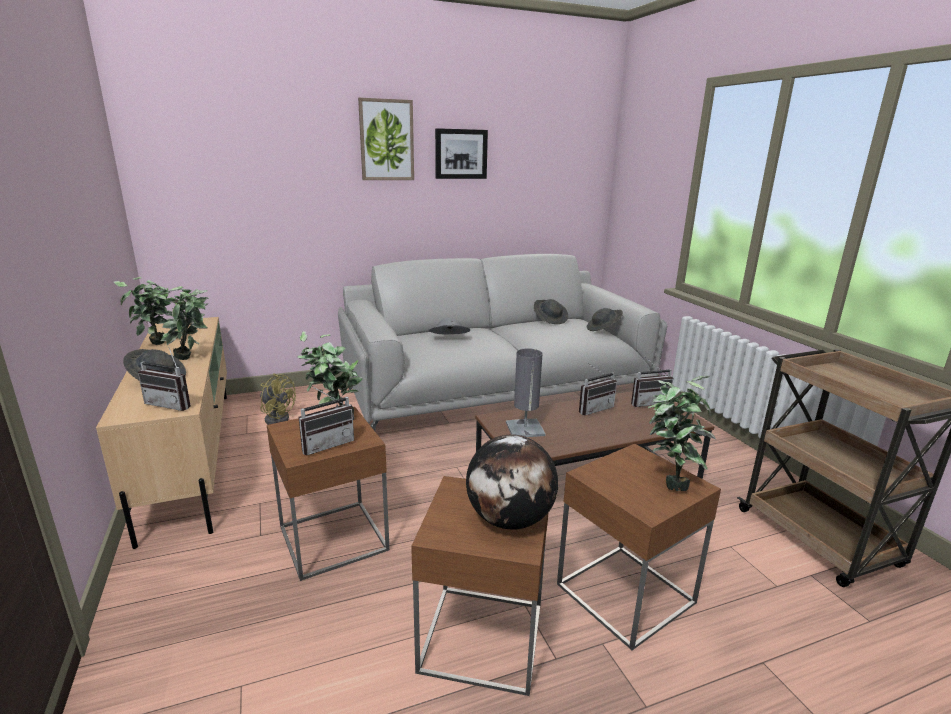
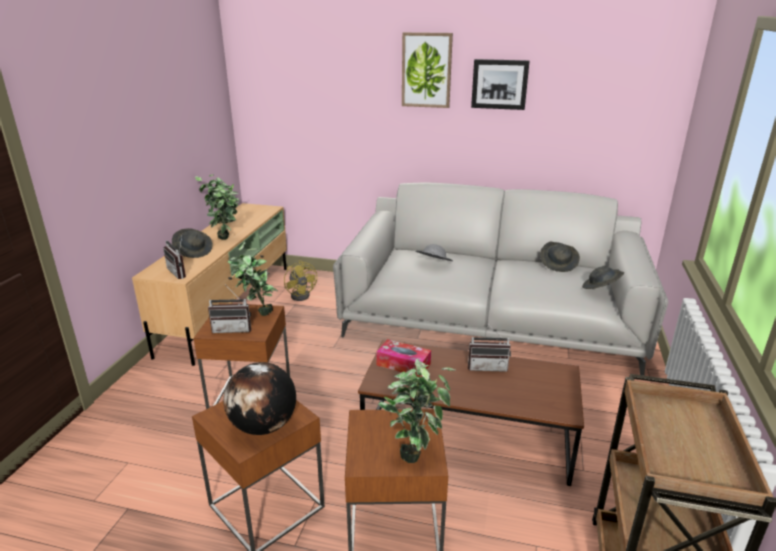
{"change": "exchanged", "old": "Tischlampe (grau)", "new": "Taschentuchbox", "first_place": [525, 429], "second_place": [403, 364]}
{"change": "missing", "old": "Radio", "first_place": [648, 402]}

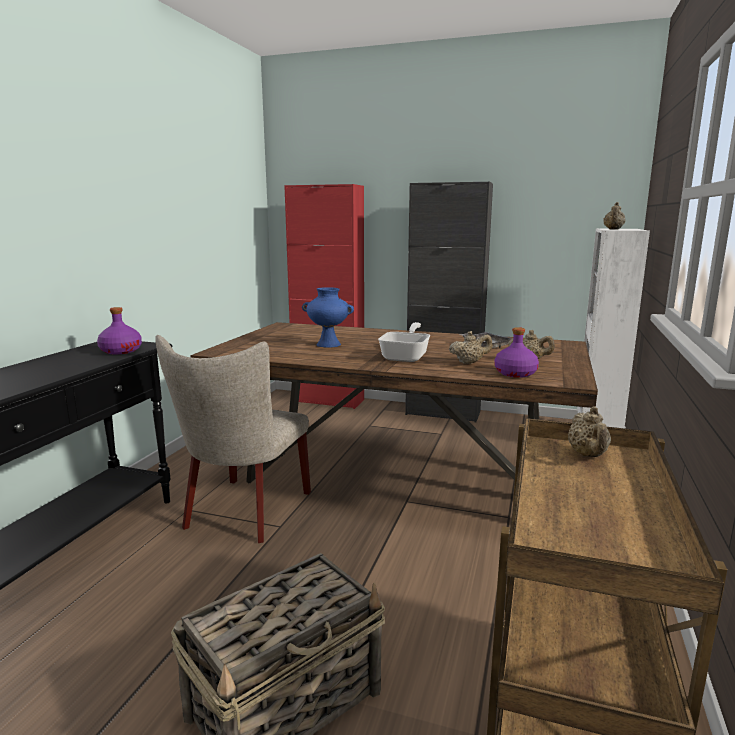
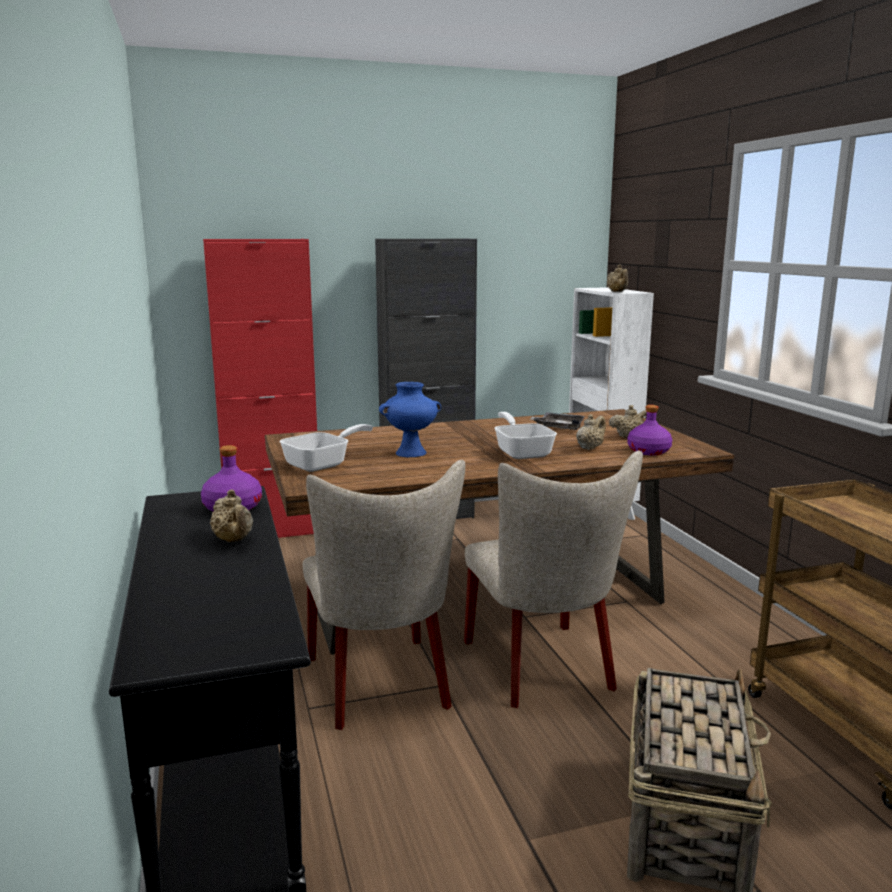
{"change": "relocated", "old": "Teekanne (beige)", "first_place": [588, 455], "second_place": [234, 540]}
{"change": "appeared", "new": "Pfanne", "second_place": [323, 464]}
{"change": "appeared", "new": "Stuhl (beige)", "second_place": [543, 669]}

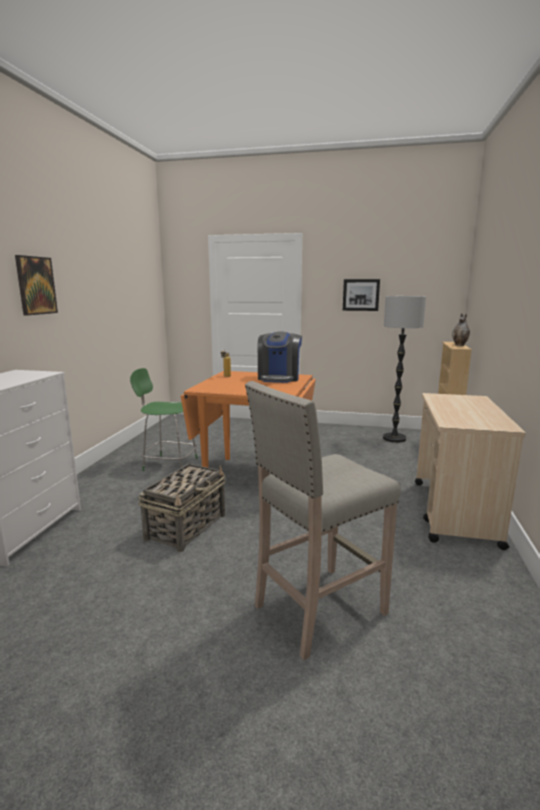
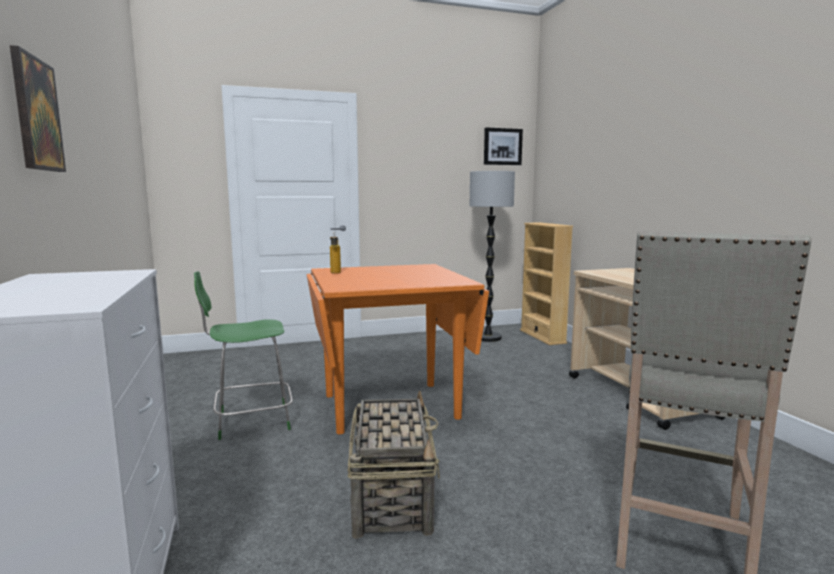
{"change": "missing", "old": "Kaffeemaschine", "first_place": [279, 378]}
{"change": "relocated", "old": "Bild", "first_place": [361, 295], "second_place": [502, 146]}
{"change": "missing", "old": "Vase", "first_place": [460, 345]}

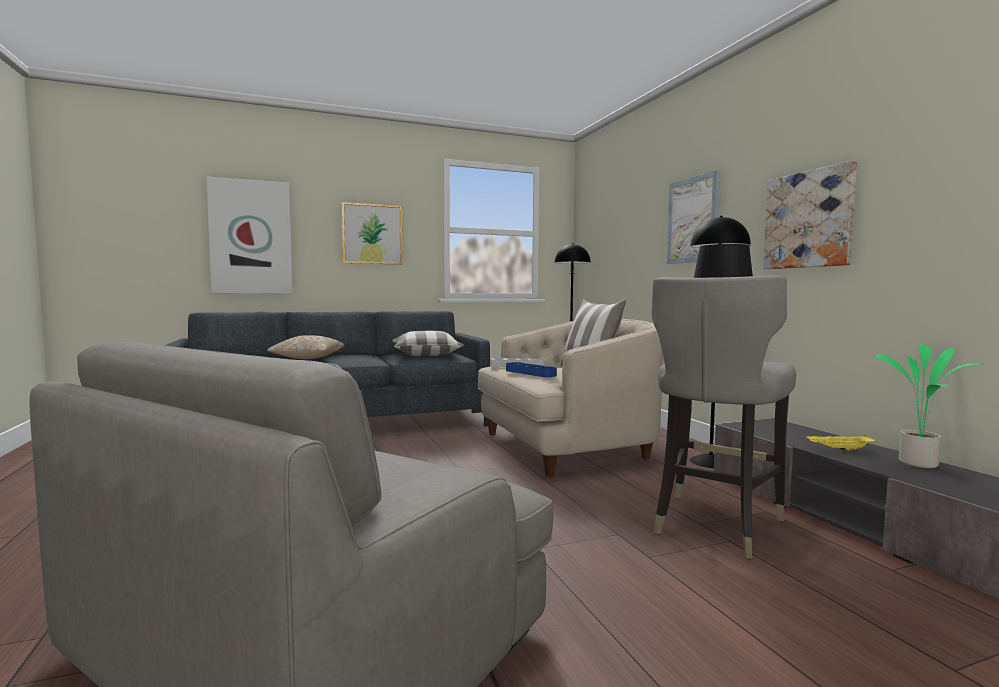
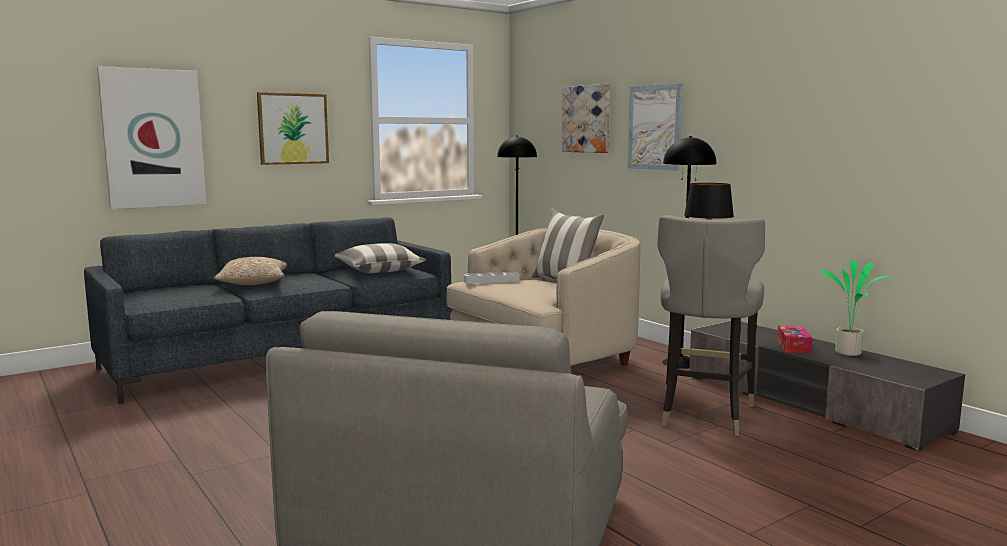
{"change": "missing", "old": "Tablett (blau)", "first_place": [530, 373]}
{"change": "relocated", "old": "Bild", "first_place": [808, 220], "second_place": [587, 119]}
{"change": "exchanged", "old": "Tablett (gelb)", "new": "Taschentuchbox", "first_place": [840, 450], "second_place": [793, 346]}

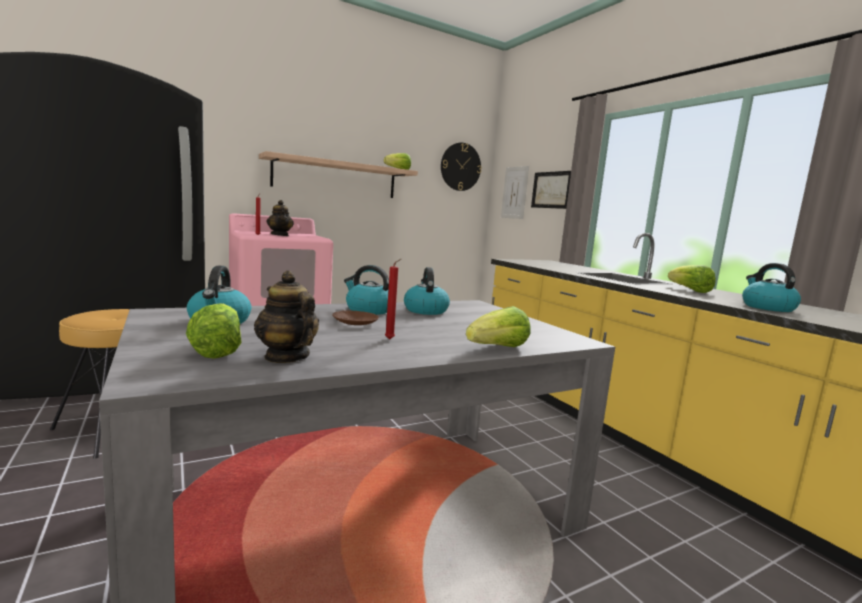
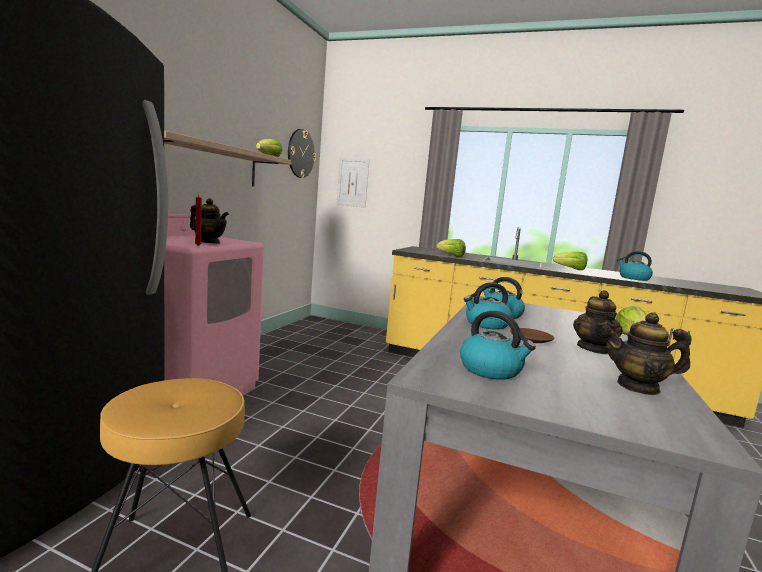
{"change": "relocated", "old": "Salatkopf", "first_place": [218, 350], "second_place": [451, 255]}
{"change": "exchanged", "old": "Kerze (rot)", "new": "Teekanne", "first_place": [391, 339], "second_place": [593, 349]}
{"change": "missing", "old": "Bild", "first_place": [551, 190]}

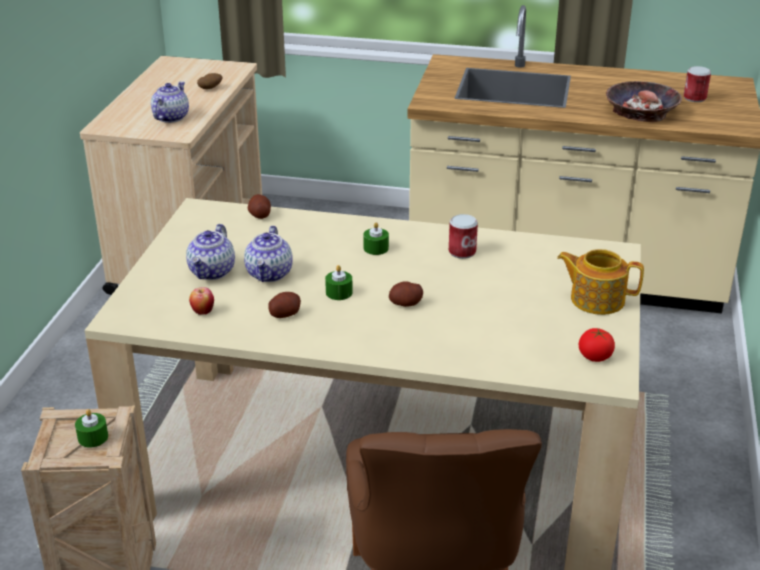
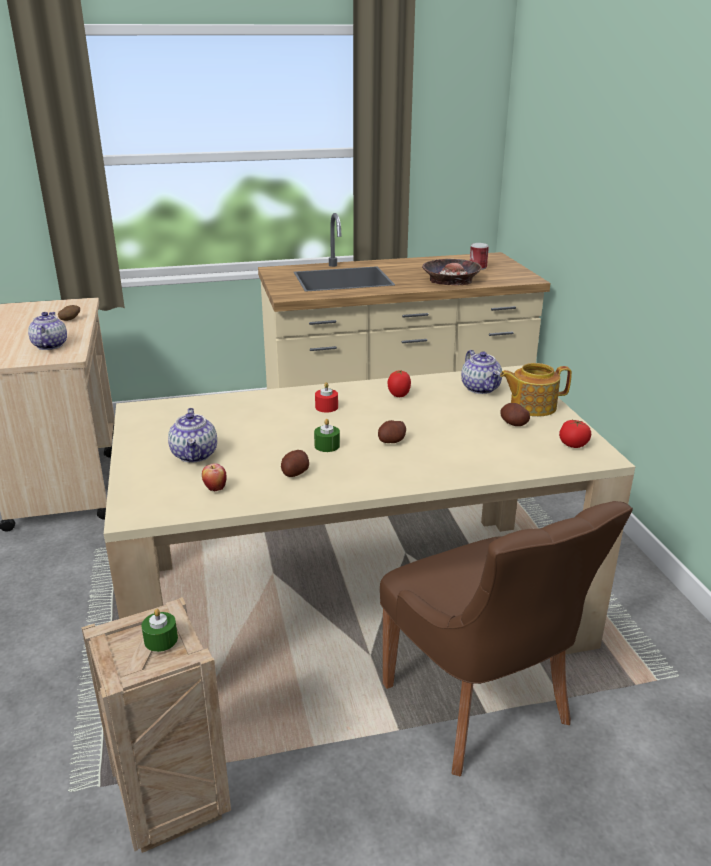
{"change": "relocated", "old": "Teekanne", "first_place": [270, 274], "second_place": [481, 388]}
{"change": "relocated", "old": "Kartoffel", "first_place": [260, 215], "second_place": [513, 423]}
{"change": "colour", "old": "Kerze (grün)", "new": "Kerze (rot)", "first_place": [376, 248], "second_place": [326, 407]}
{"change": "exchanged", "old": "Dose", "new": "Tomate", "first_place": [462, 252], "second_place": [399, 396]}

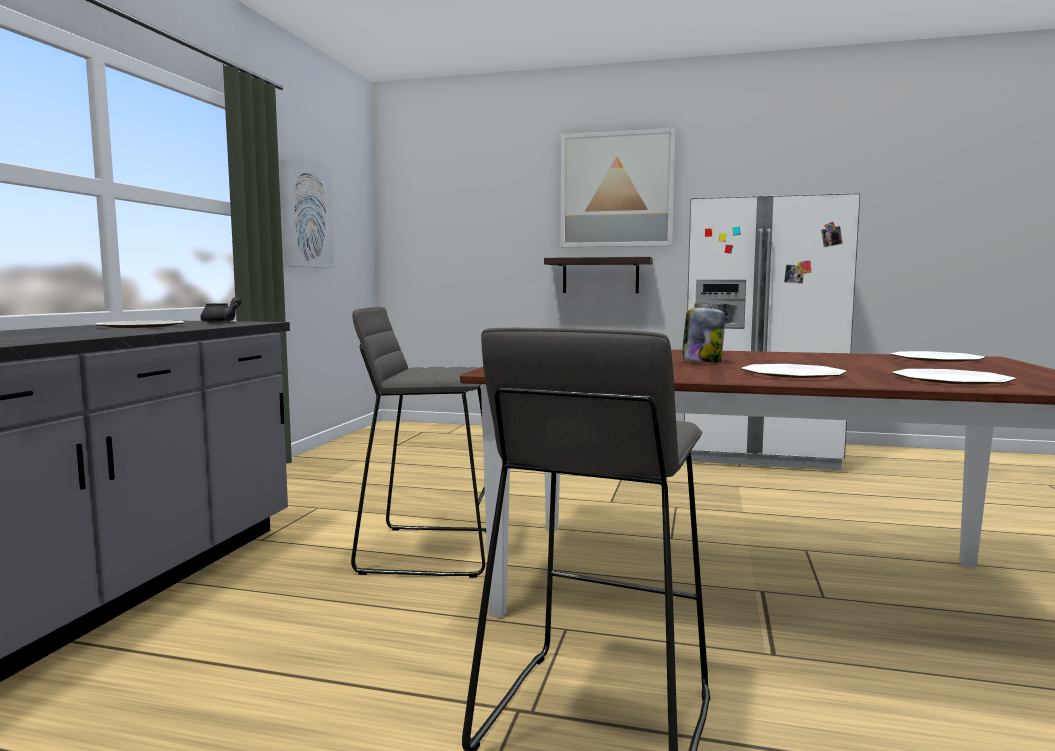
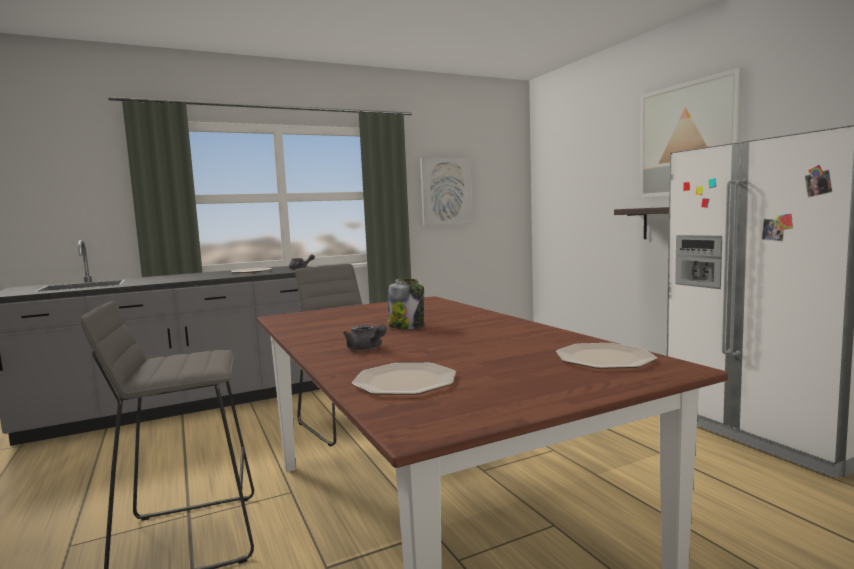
{"change": "exchanged", "old": "Teller", "new": "Teekanne (grau)", "first_place": [792, 374], "second_place": [366, 349]}

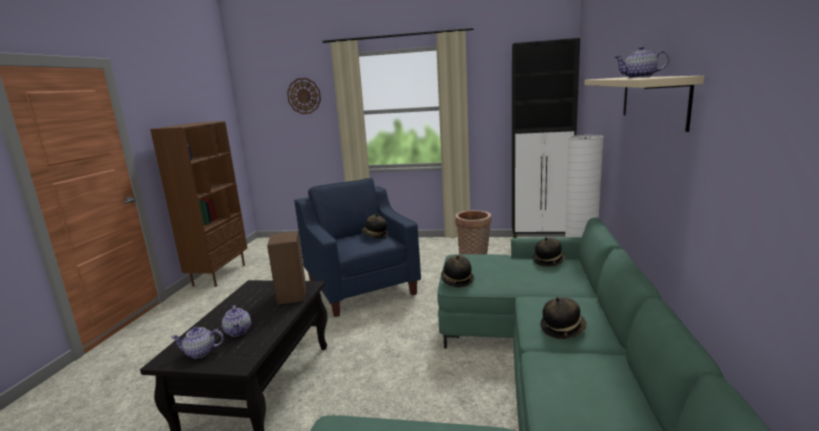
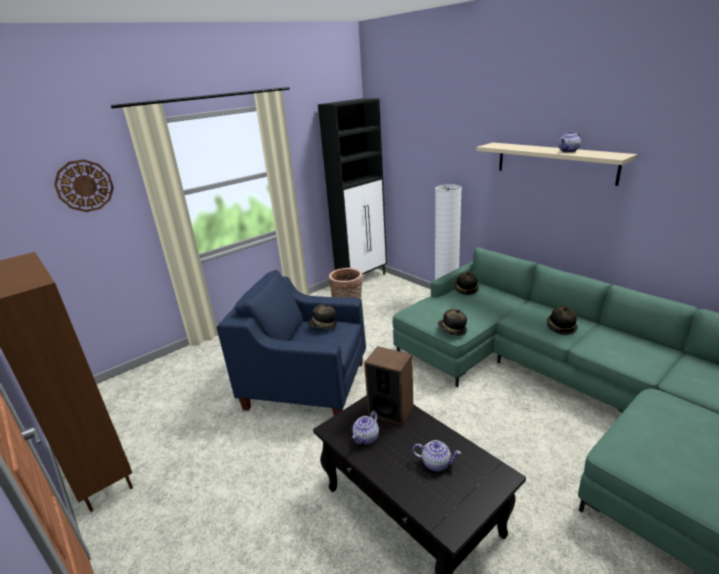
{"change": "relocated", "old": "Teekanne", "first_place": [200, 353], "second_place": [366, 438]}

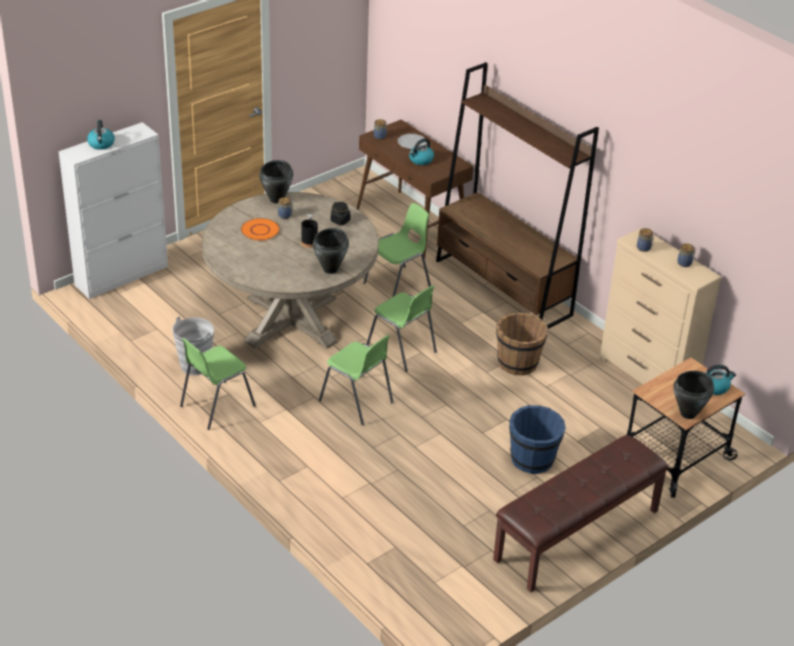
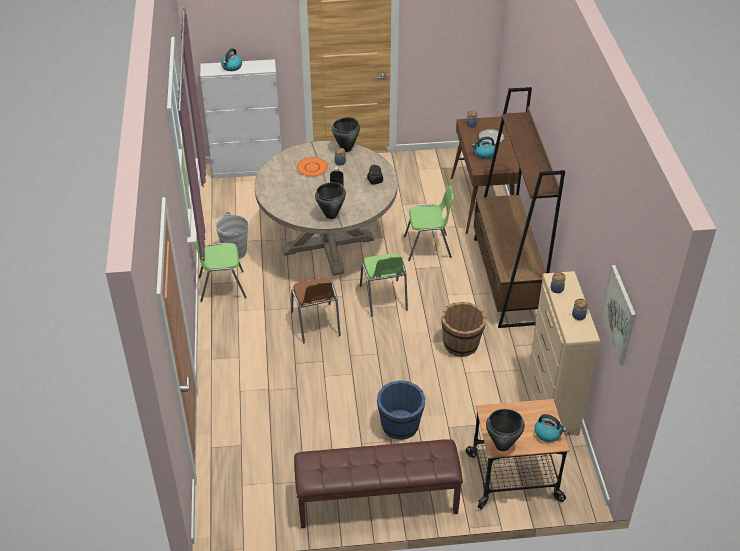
{"change": "colour", "old": "Stuhl (grün)", "new": "Stuhl (braun)", "first_place": [357, 402], "second_place": [316, 324]}
{"change": "appeared", "new": "Bild", "second_place": [619, 314]}

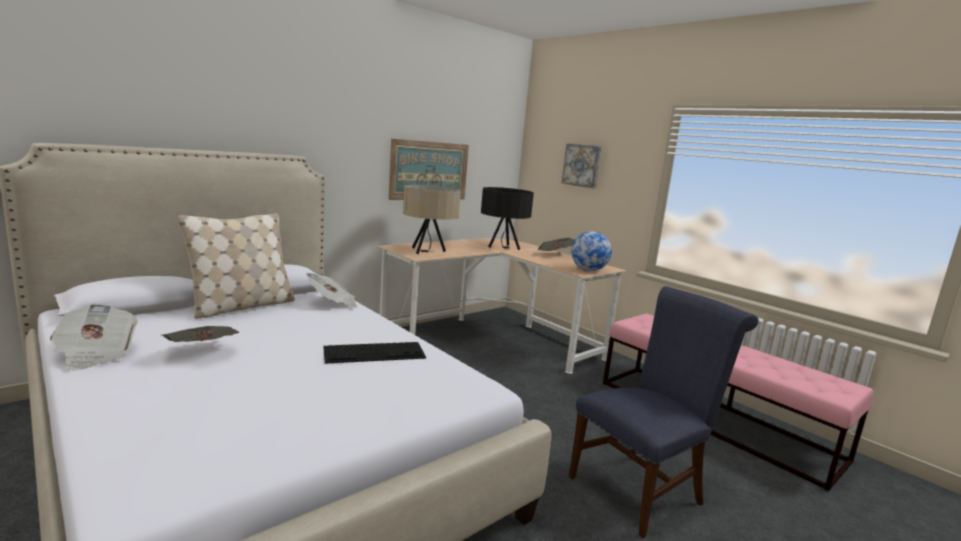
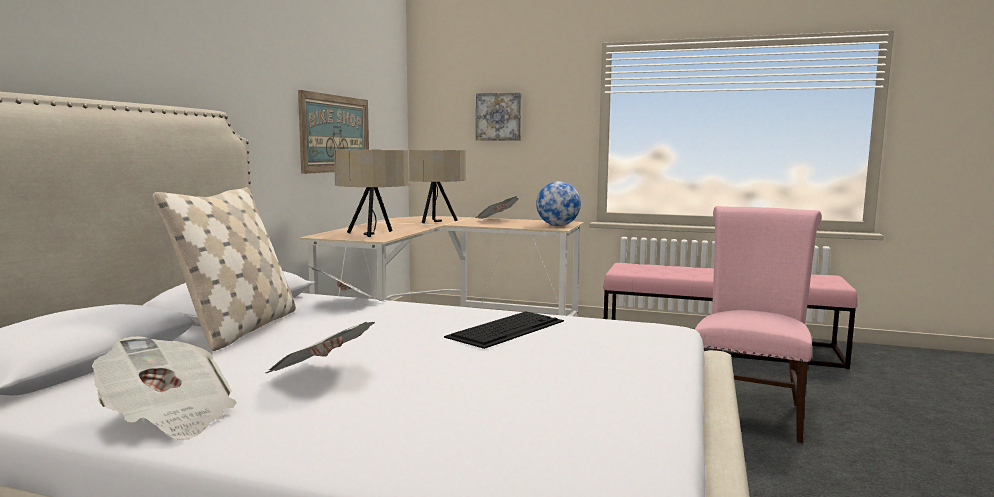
{"change": "colour", "old": "Tischlampe (schwarz)", "new": "Tischlampe (beige)", "first_place": [502, 248], "second_place": [434, 222]}
{"change": "colour", "old": "Stuhl (blau)", "new": "Stuhl (rosa)", "first_place": [641, 488], "second_place": [749, 410]}

